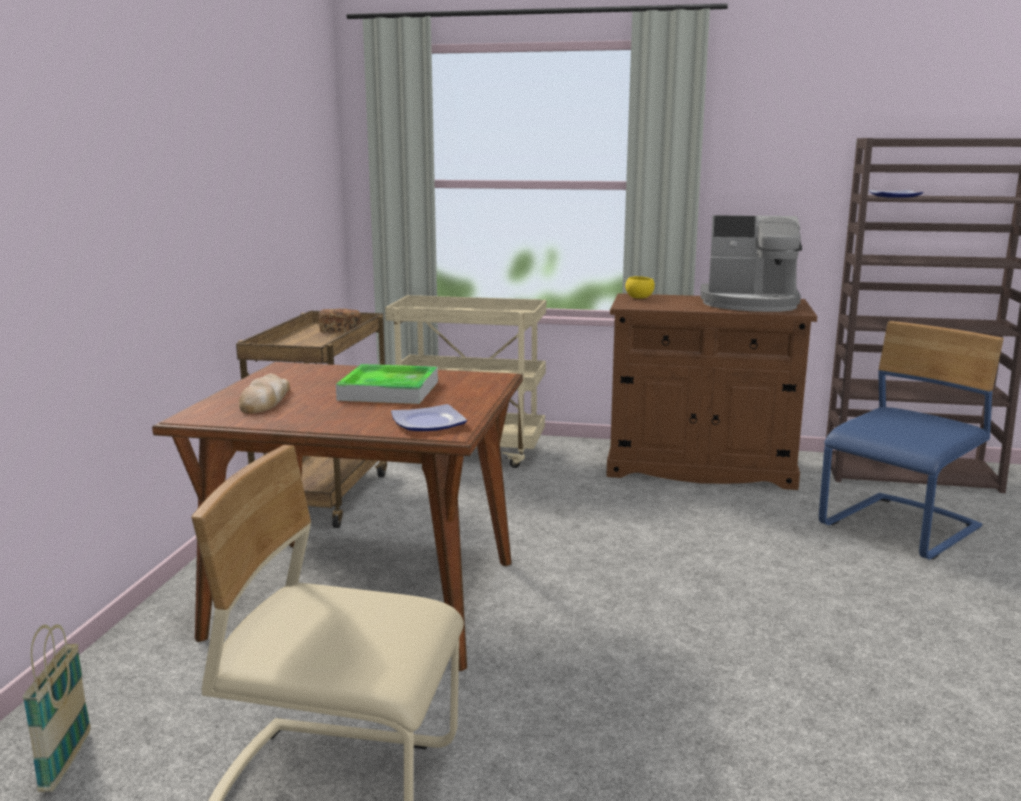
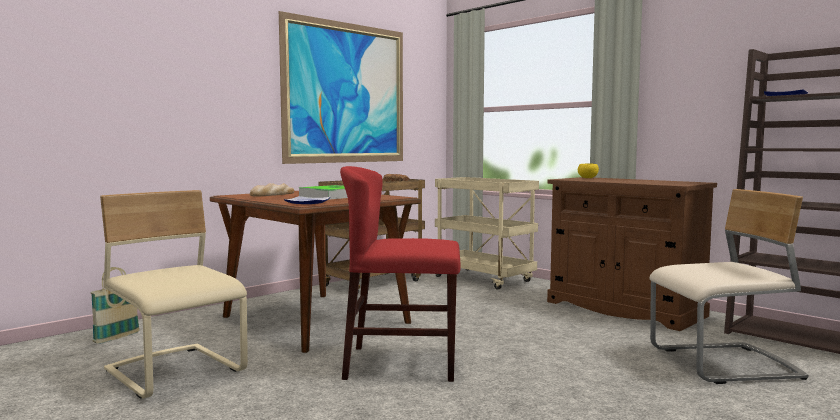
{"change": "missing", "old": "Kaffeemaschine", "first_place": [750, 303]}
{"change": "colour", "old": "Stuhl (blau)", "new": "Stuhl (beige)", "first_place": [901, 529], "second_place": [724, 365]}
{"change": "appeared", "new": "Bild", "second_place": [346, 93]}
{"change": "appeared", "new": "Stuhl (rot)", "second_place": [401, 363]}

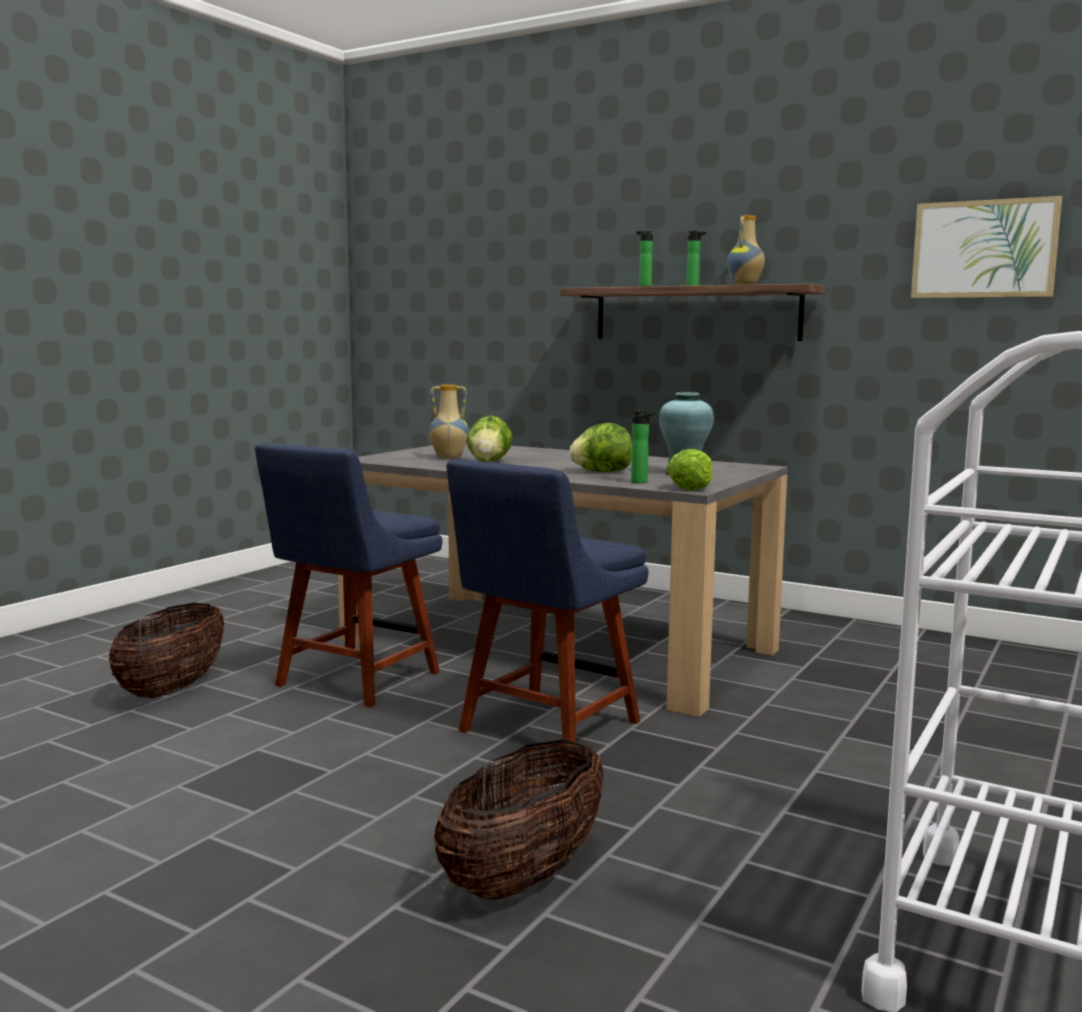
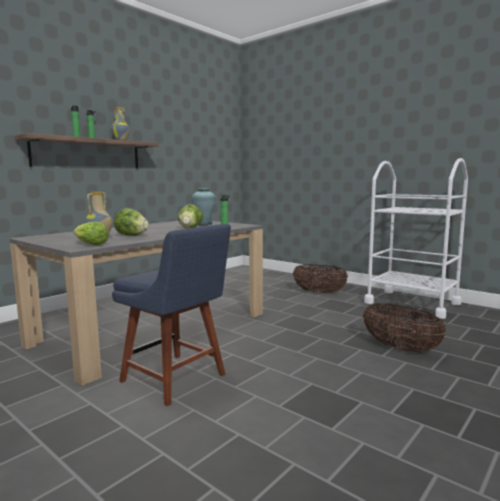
{"change": "relocated", "old": "Korb", "first_place": [172, 689], "second_place": [319, 292]}
{"change": "missing", "old": "Stuhl (blau)", "first_place": [544, 729]}
{"change": "relocated", "old": "Salatkopf", "first_place": [691, 487], "second_place": [90, 244]}
{"change": "missing", "old": "Bild", "first_place": [984, 249]}

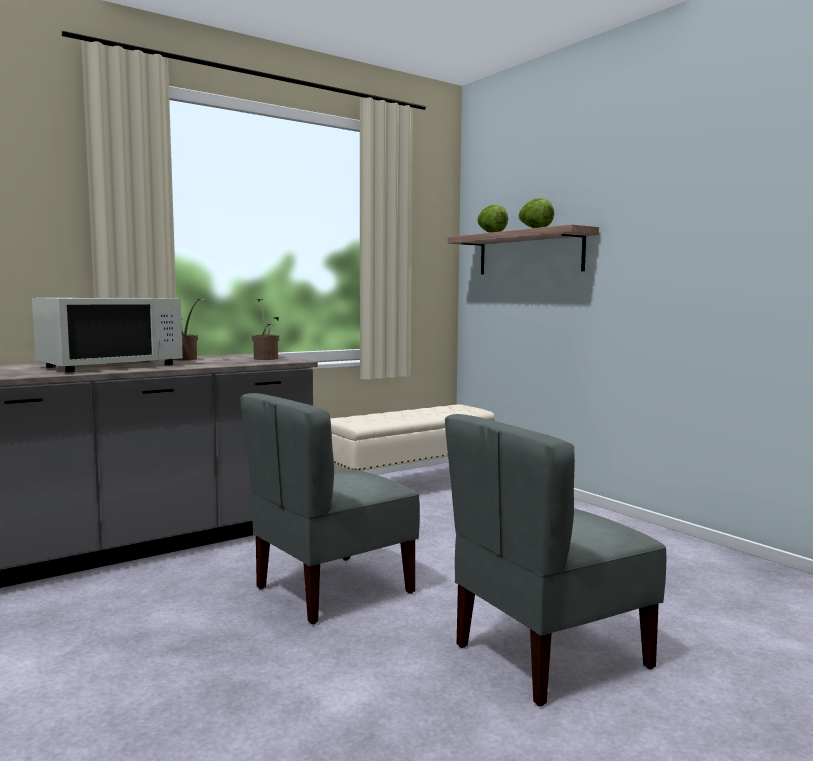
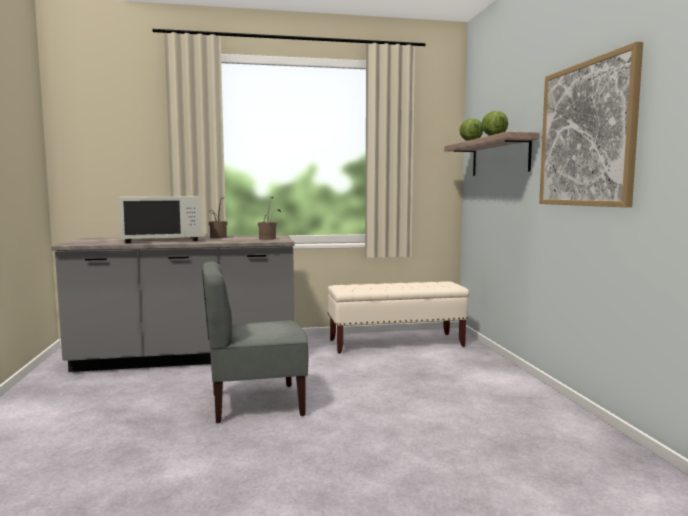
{"change": "missing", "old": "Stuhl (grau)", "first_place": [549, 655]}
{"change": "appeared", "new": "Bild", "second_place": [586, 134]}

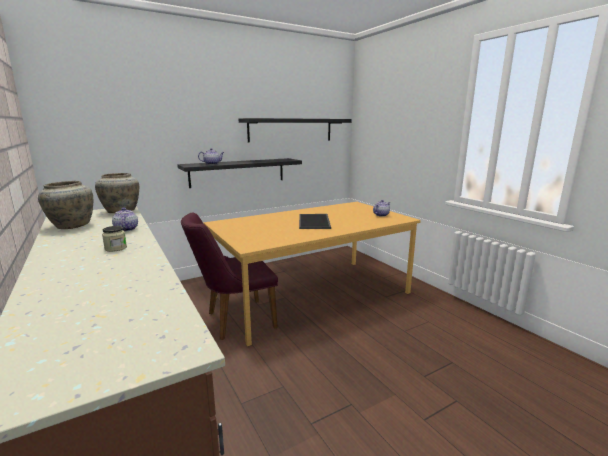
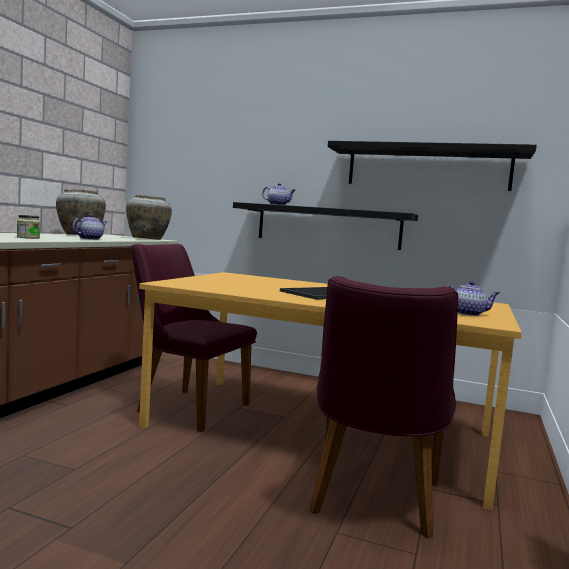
{"change": "appeared", "new": "Stuhl (lila)", "second_place": [372, 503]}

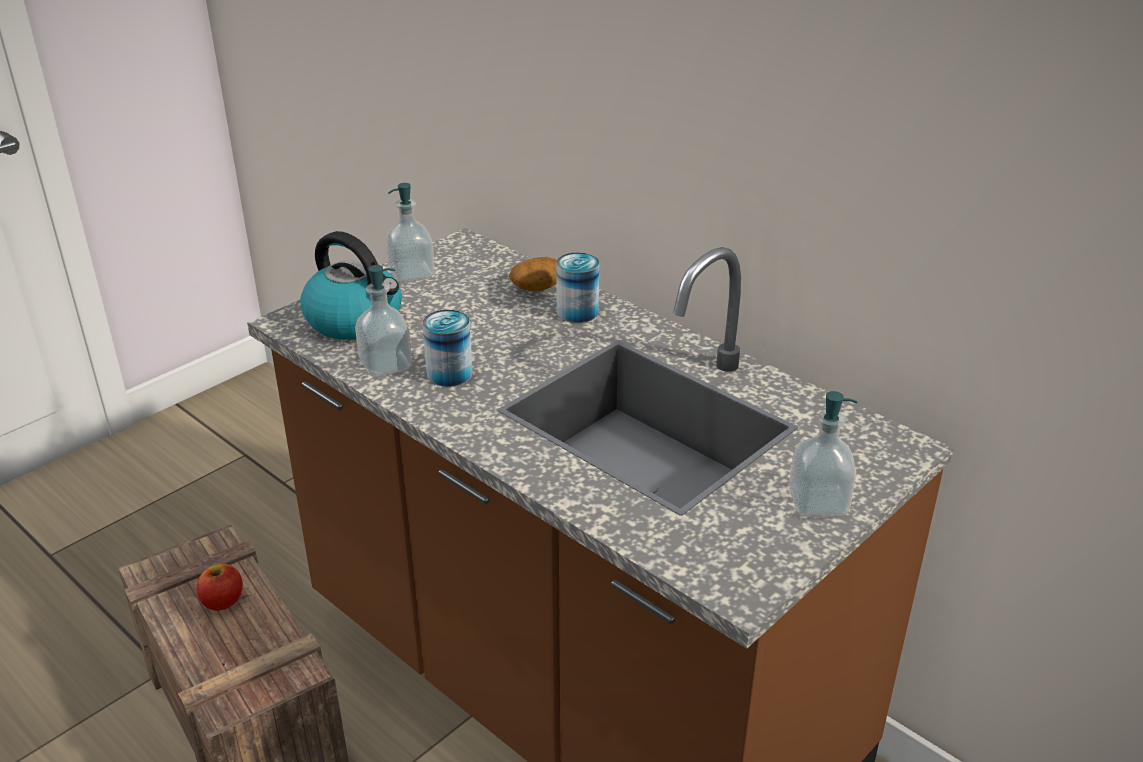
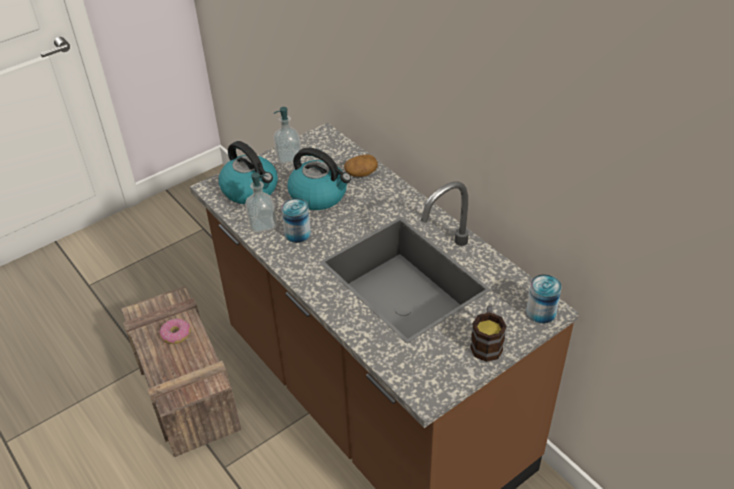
{"change": "exchanged", "old": "Apfel", "new": "Donut", "first_place": [222, 601], "second_place": [176, 335]}
{"change": "relocated", "old": "Dose", "first_place": [577, 312], "second_place": [541, 312]}
{"change": "exchanged", "old": "Seifenspender", "new": "Henkelbecher", "first_place": [818, 503], "second_place": [486, 343]}
{"change": "appeared", "new": "Wasserkessel", "second_place": [319, 195]}

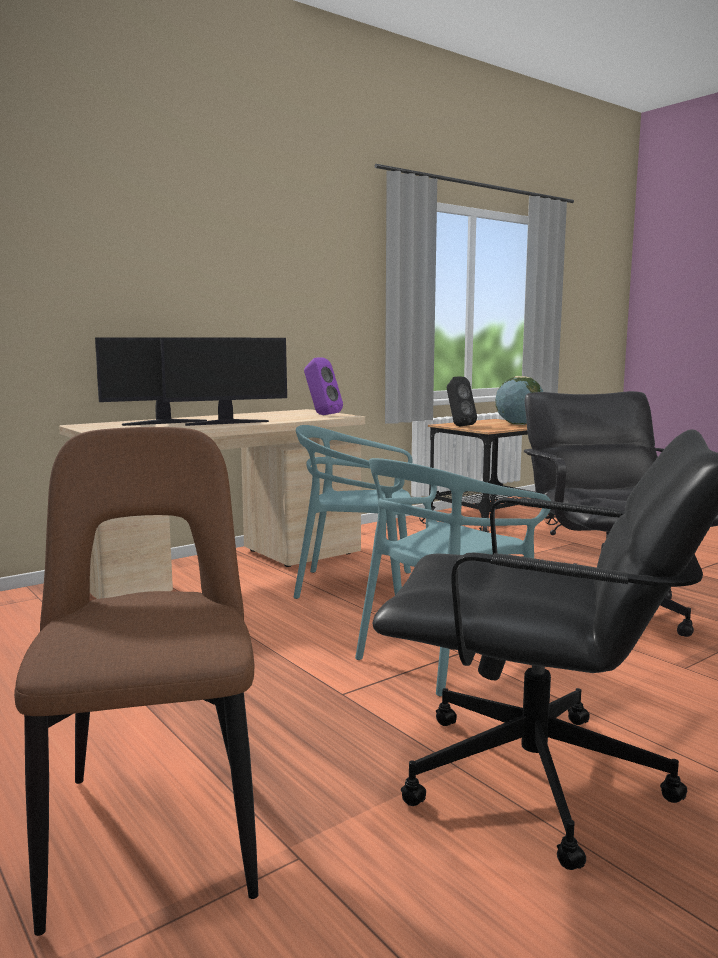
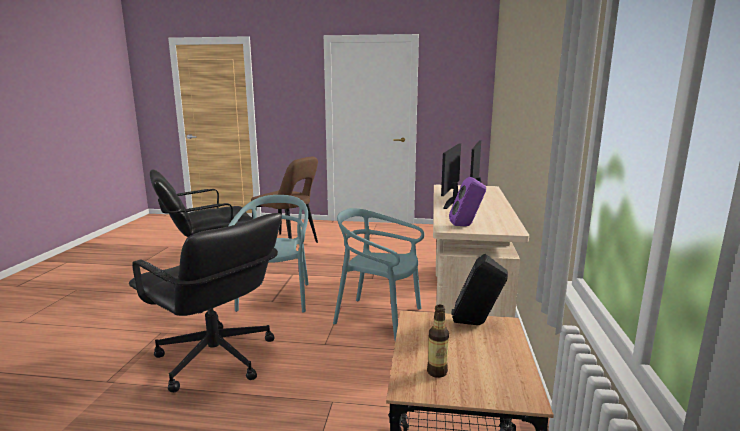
{"change": "spun", "old": "Stuhl (türkis)", "first_place": [356, 587], "second_place": [378, 318], "degrees": -120}
{"change": "exchanged", "old": "Globus", "new": "Flasche", "first_place": [518, 424], "second_place": [437, 372]}

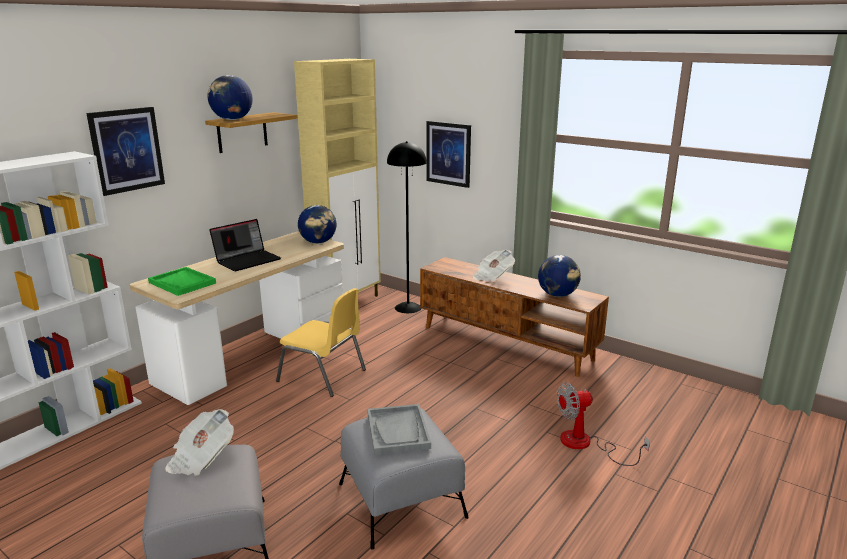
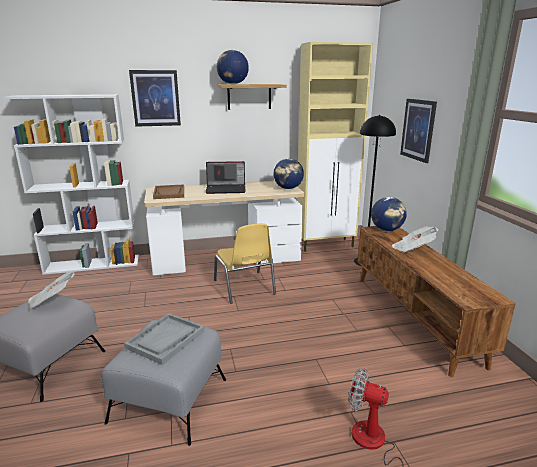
{"change": "colour", "old": "Tablett (grün)", "new": "Tablett (braun)", "first_place": [182, 283], "second_place": [169, 193]}
{"change": "relocated", "old": "Globus", "first_place": [557, 295], "second_place": [387, 230]}

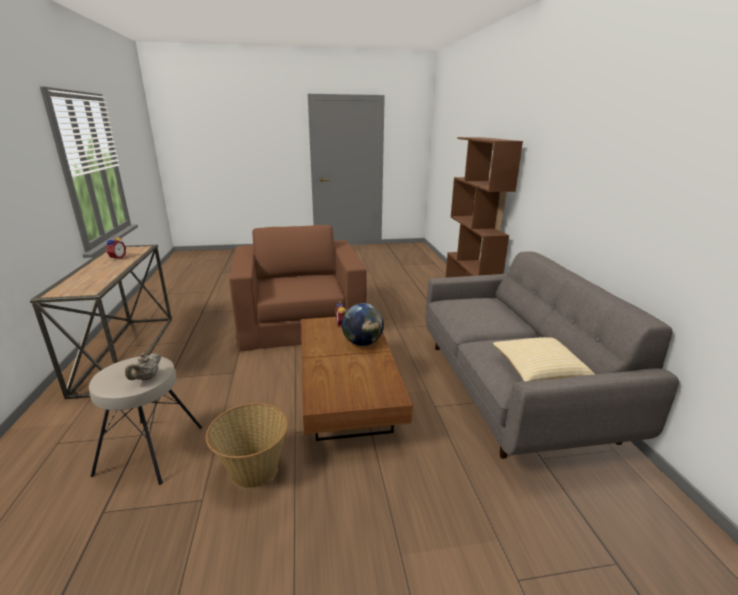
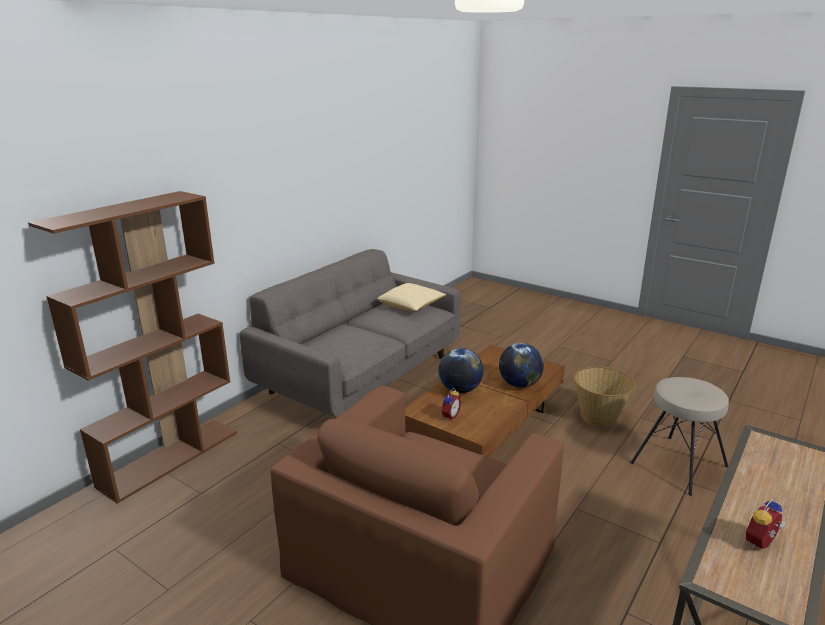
{"change": "missing", "old": "Teekanne (beige)", "first_place": [147, 378]}
{"change": "appeared", "new": "Globus", "second_place": [519, 384]}

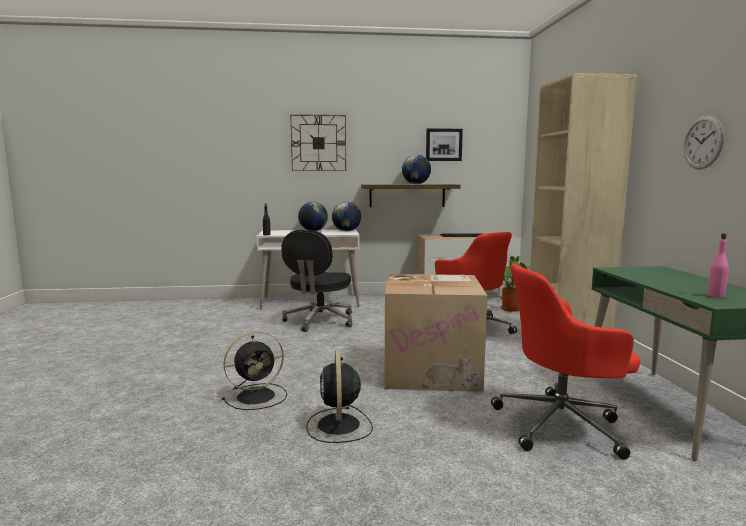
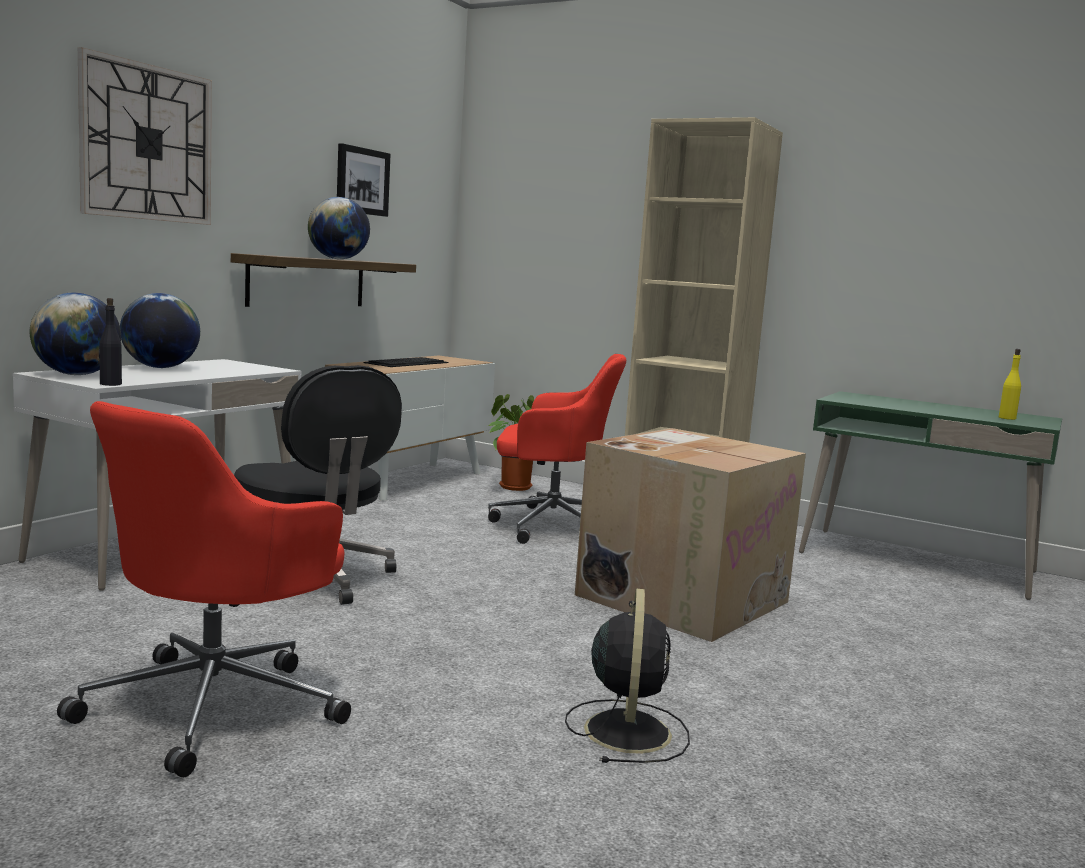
{"change": "missing", "old": "Ventilator (schwarz)", "first_place": [338, 426]}
{"change": "relocated", "old": "Globus", "first_place": [346, 231], "second_place": [77, 374]}
{"change": "relocated", "old": "Bürostuhl (rot)", "first_place": [561, 425], "second_place": [216, 705]}
{"change": "missing", "old": "Wanduhr", "first_place": [703, 142]}
{"change": "colour", "old": "Flasche (rosa)", "new": "Flasche (gelb)", "first_place": [716, 296], "second_place": [1007, 418]}

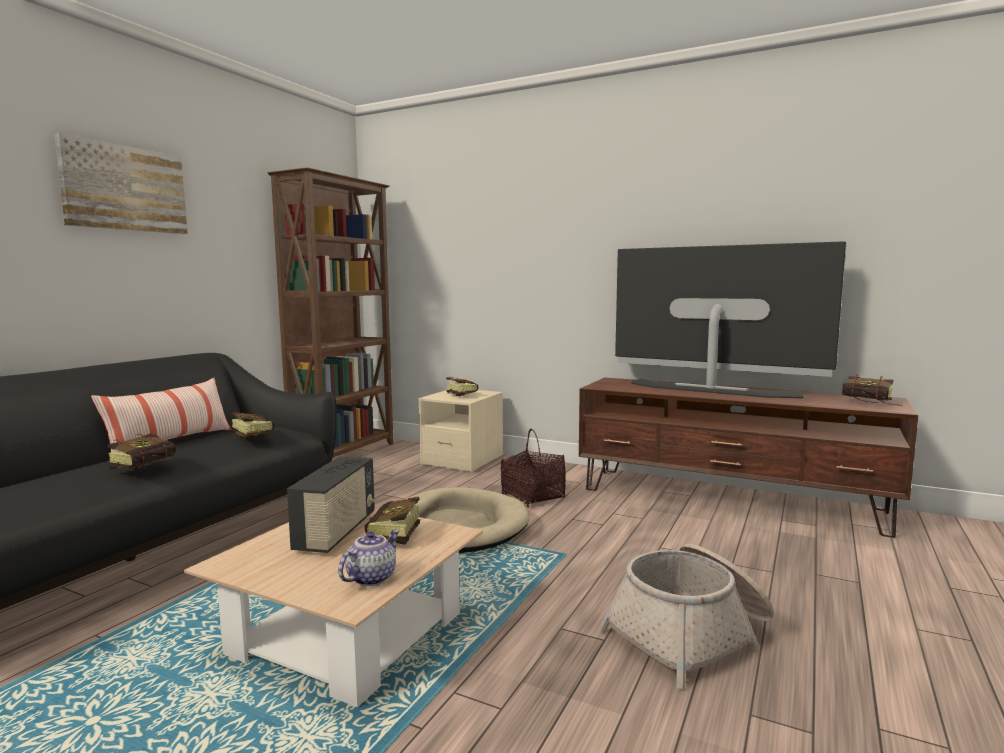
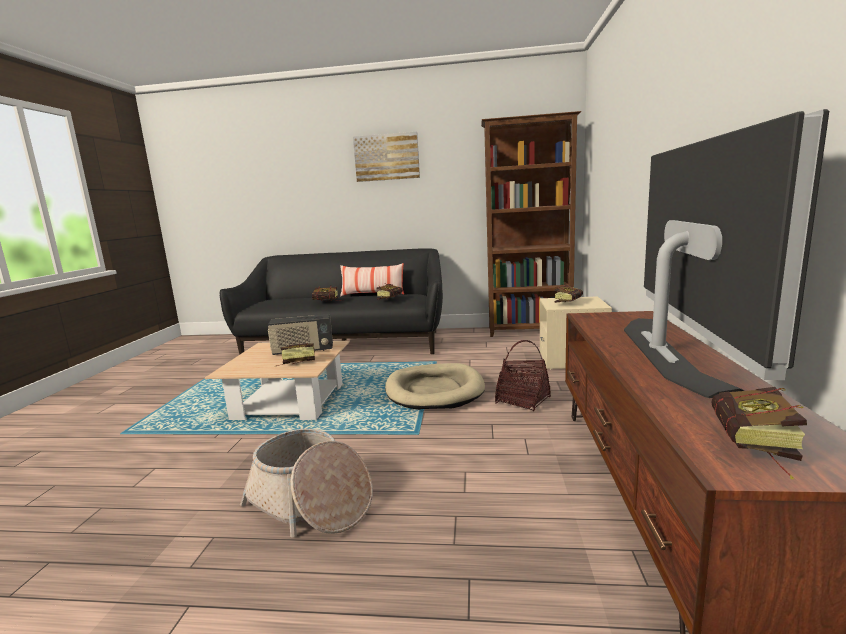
{"change": "missing", "old": "Teekanne", "first_place": [371, 578]}

